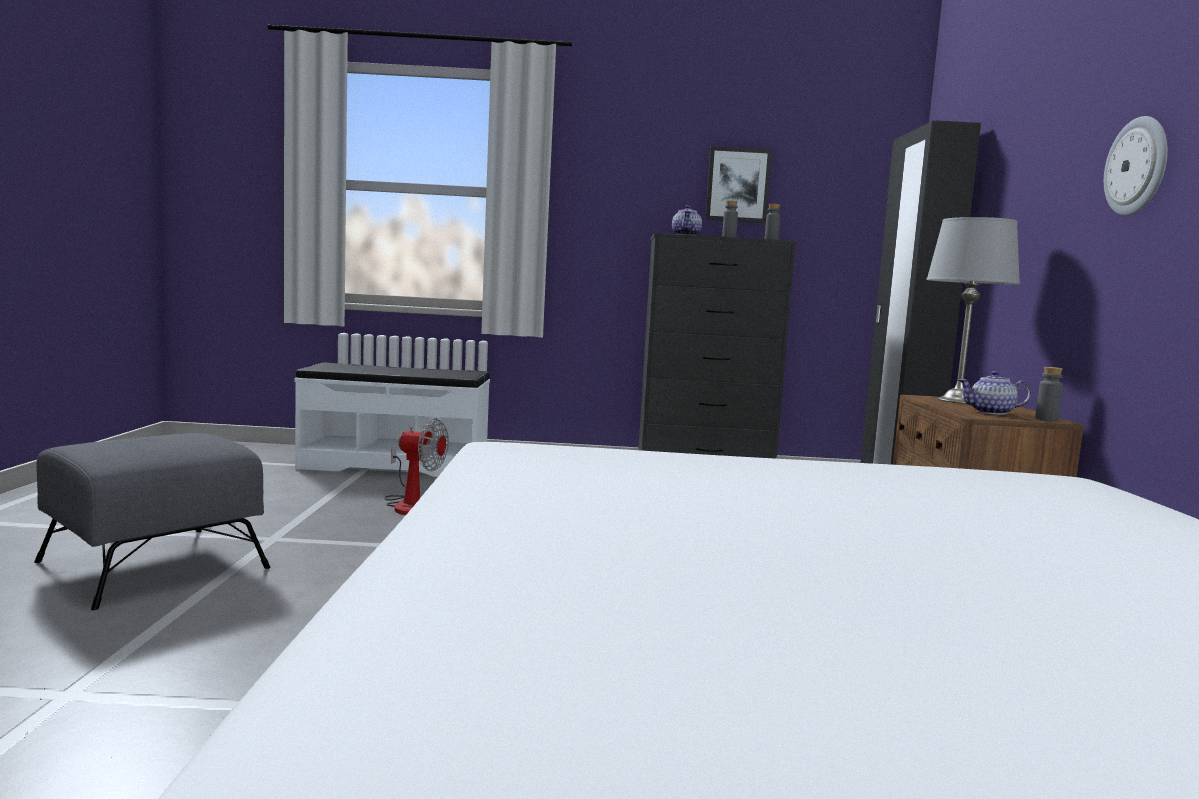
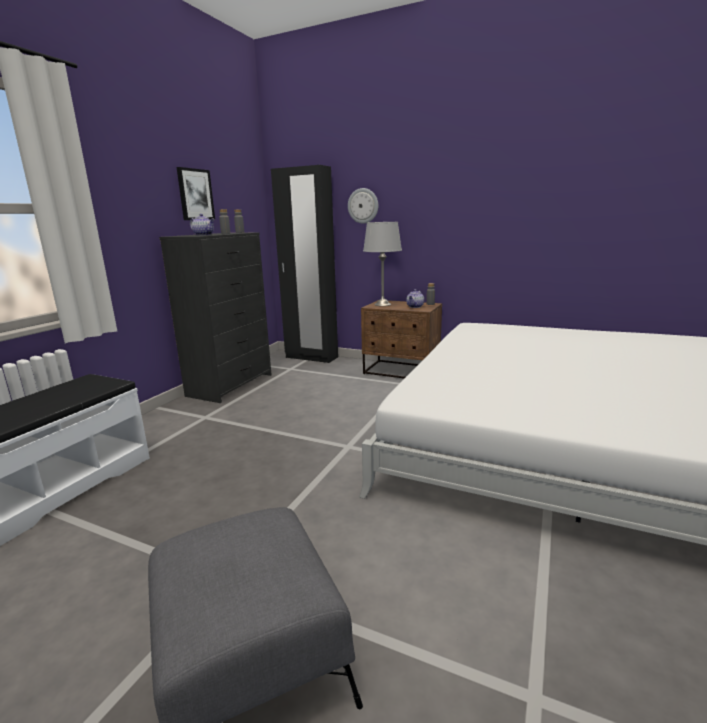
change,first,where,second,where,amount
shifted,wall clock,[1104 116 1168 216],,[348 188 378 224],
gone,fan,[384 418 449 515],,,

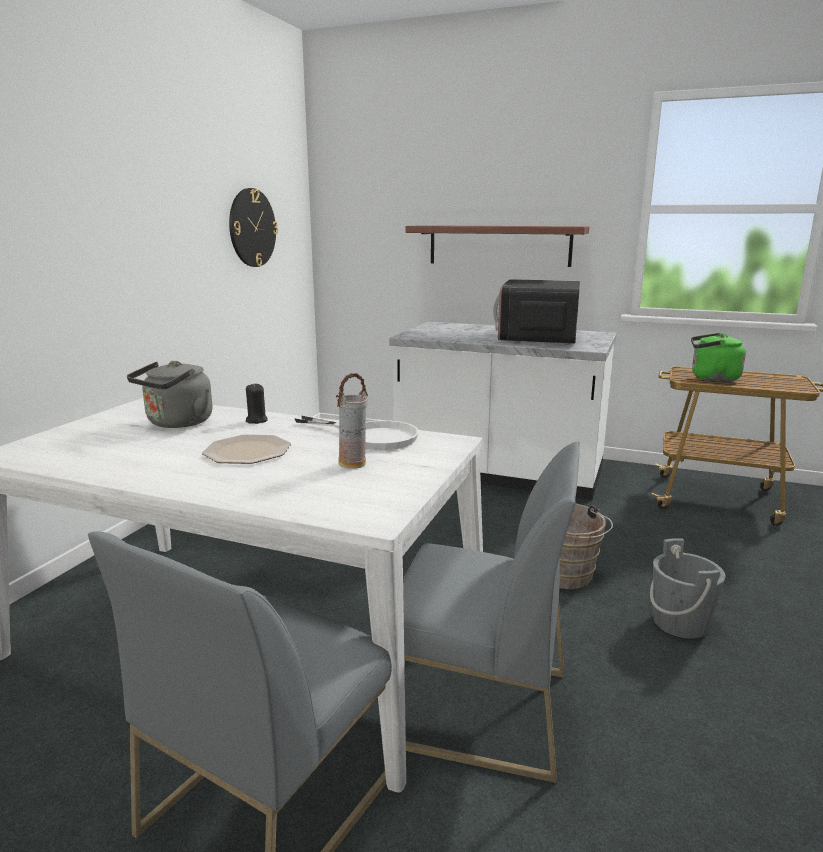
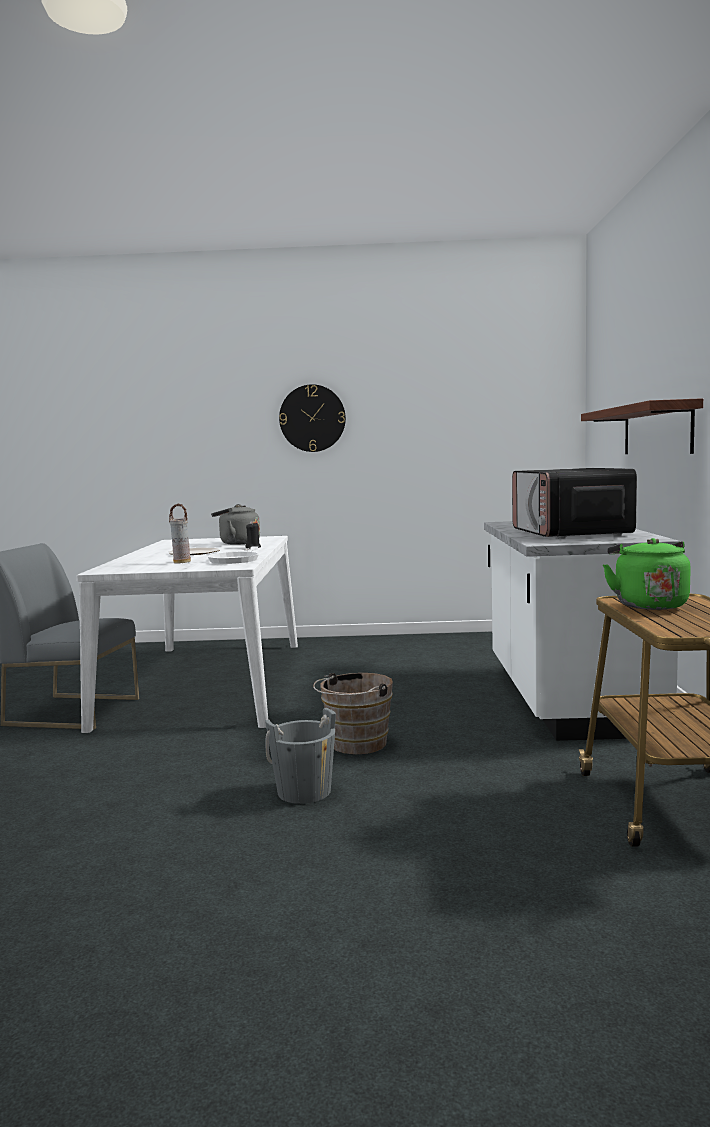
change,first,where,second,where,amount
shifted,wall clock,[229 188 278 267],,[279 384 346 452],
rotated,microwave,[493 279 580 345],,[512 468 637 539],90 degrees counterclockwise
gone,grey chair,[403 442 580 783],,,

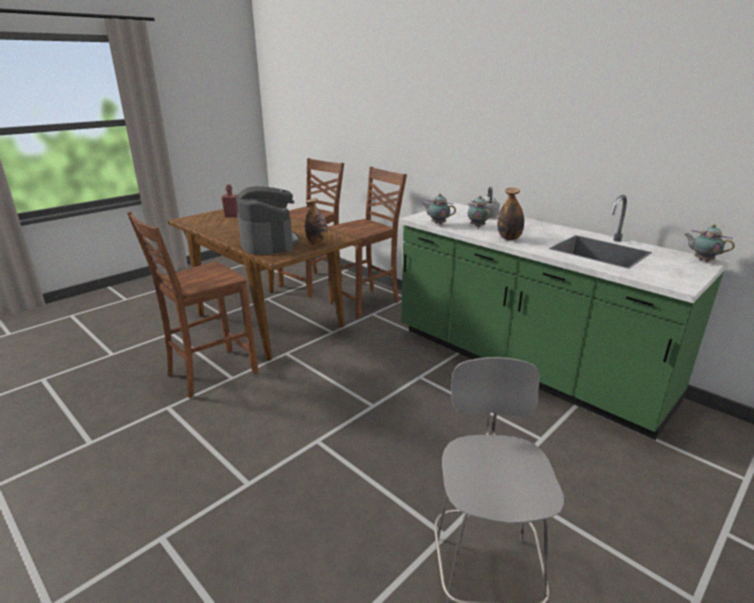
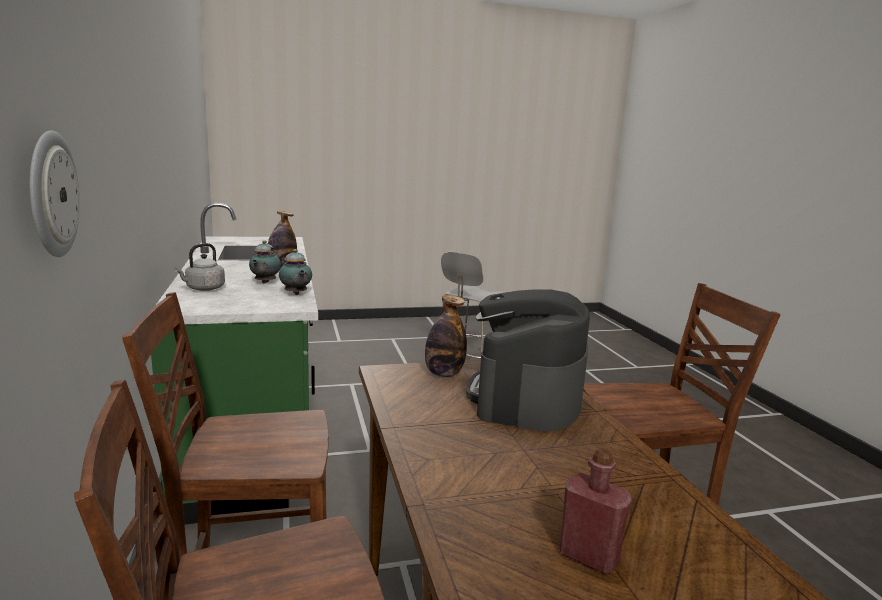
change,first,where,second,where,amount
new,,,wall clock,[30 131 80 257],
gone,teapot,[684 224 735 262],,,

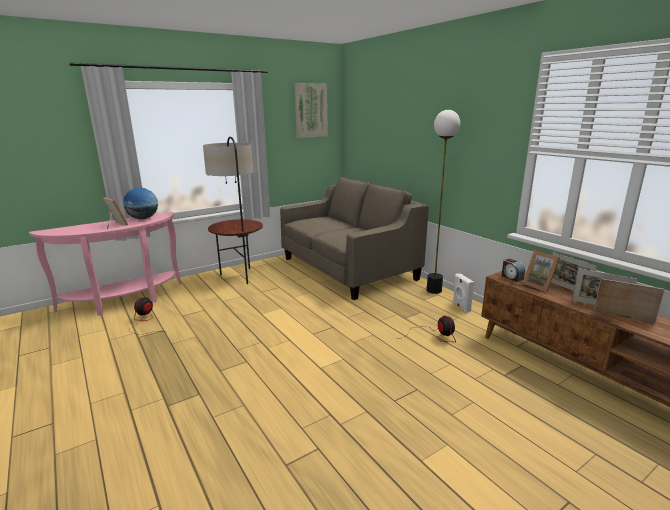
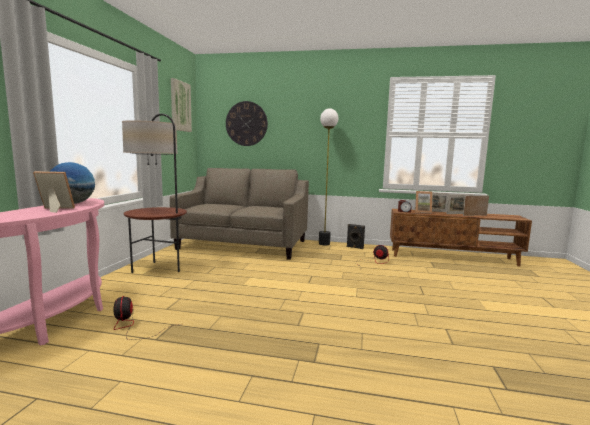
change,first,where,second,where,amount
new,,,wall clock,[226 101 268 146],
repainted,white speaker,[453 273 474 313],black speaker,[347 224 365 249],

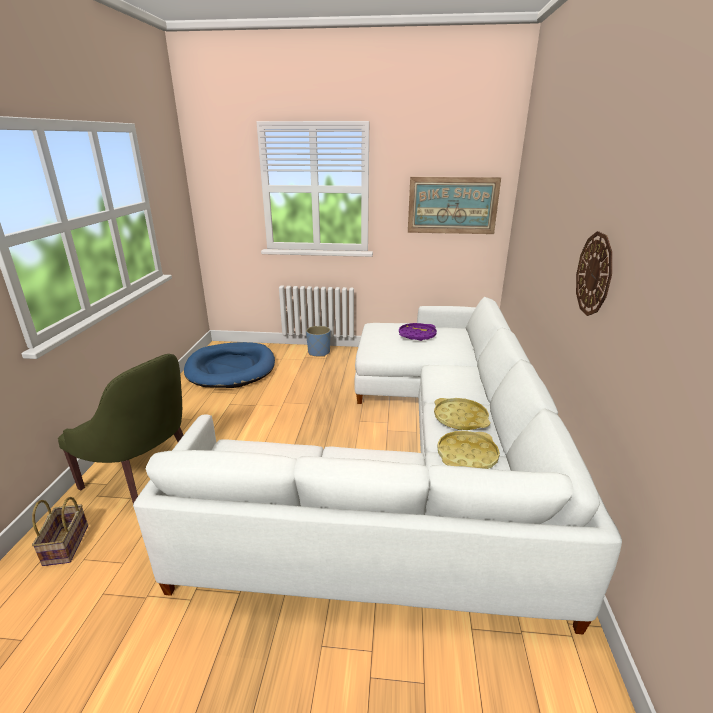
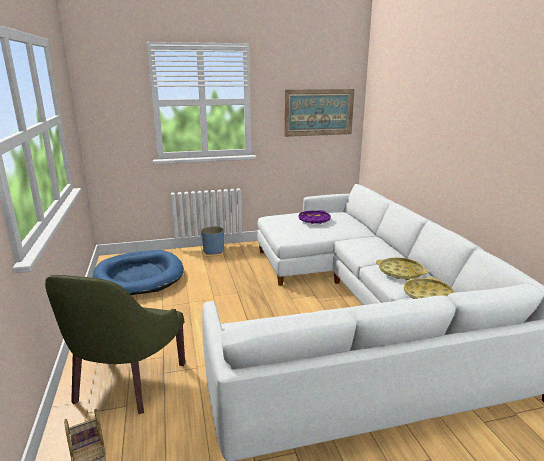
change,first,where,second,where,amount
rotated,green armchair,[58 354 183 504],,[45 275 185 414],90 degrees clockwise
gone,wall clock,[576 231 612 316],,,

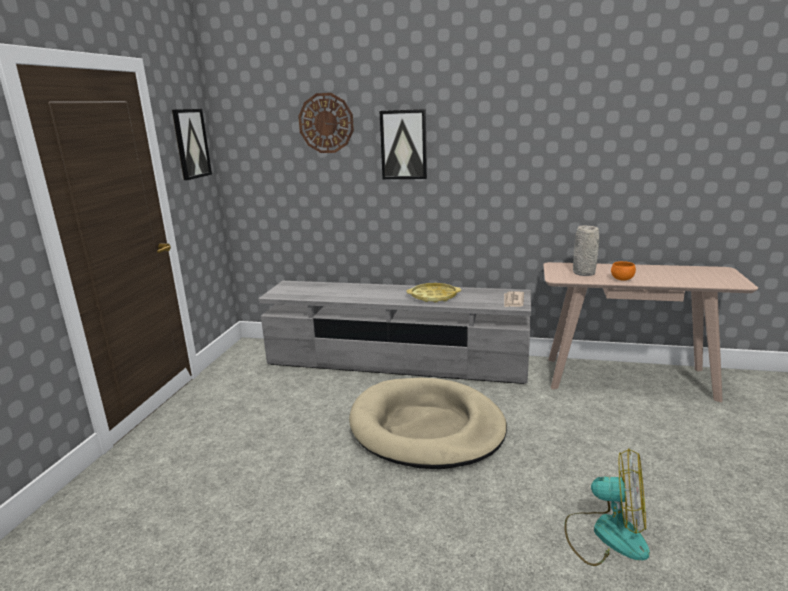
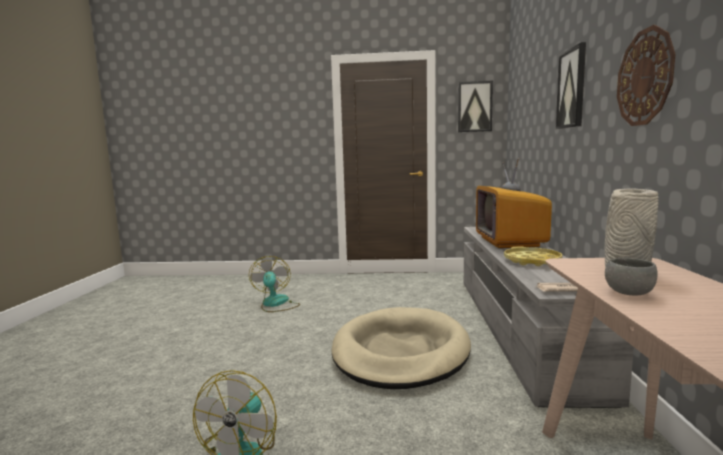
change,first,where,second,where,amount
new,,,fan,[249 256 300 312],
new,,,television,[476 158 552 248],
repainted,orange bowl,[611 261 636 281],grey bowl,[605 258 658 296],
shifted,wall clock,[298 93 354 153],,[617 25 676 126],

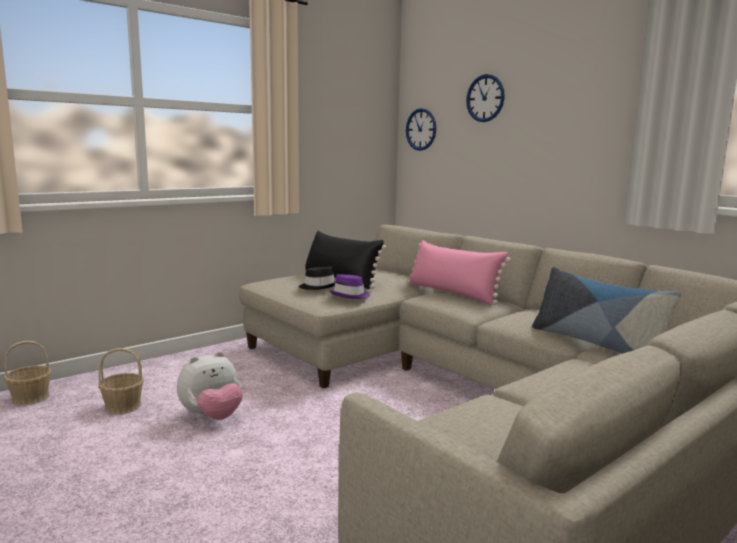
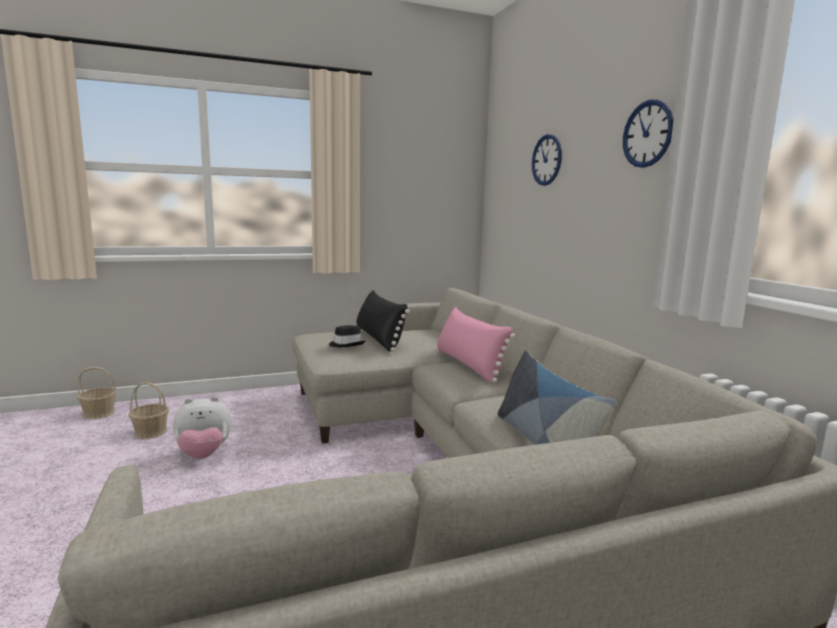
change,first,where,second,where,amount
shifted,wall clock,[406 108 436 151],,[623 100 674 168],
gone,purple hat,[329 274 370 299],,,

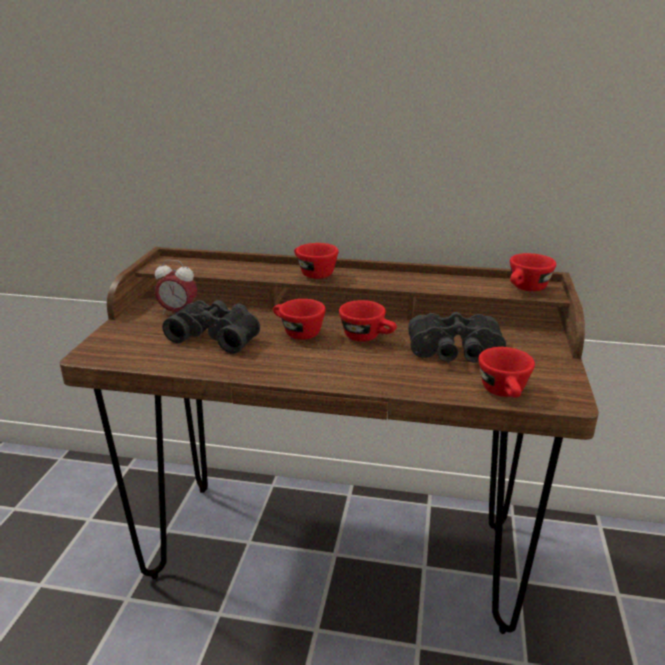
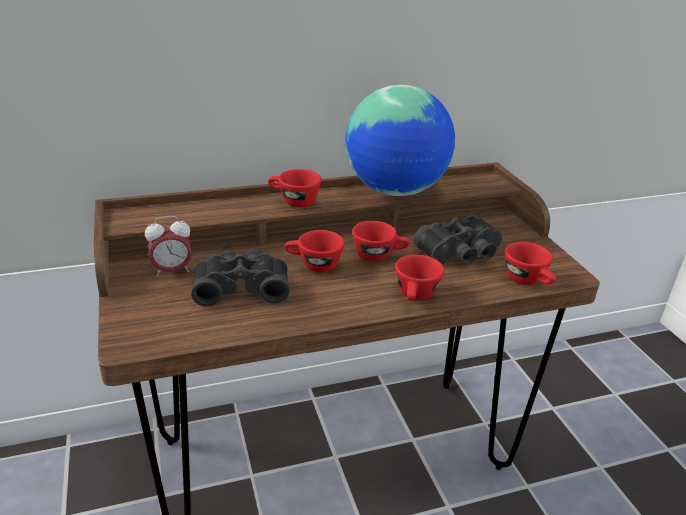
change,first,where,second,where,amount
new,,,globe,[345 85 455 196],
shifted,red cup,[510 253 556 291],,[395 254 444 301],

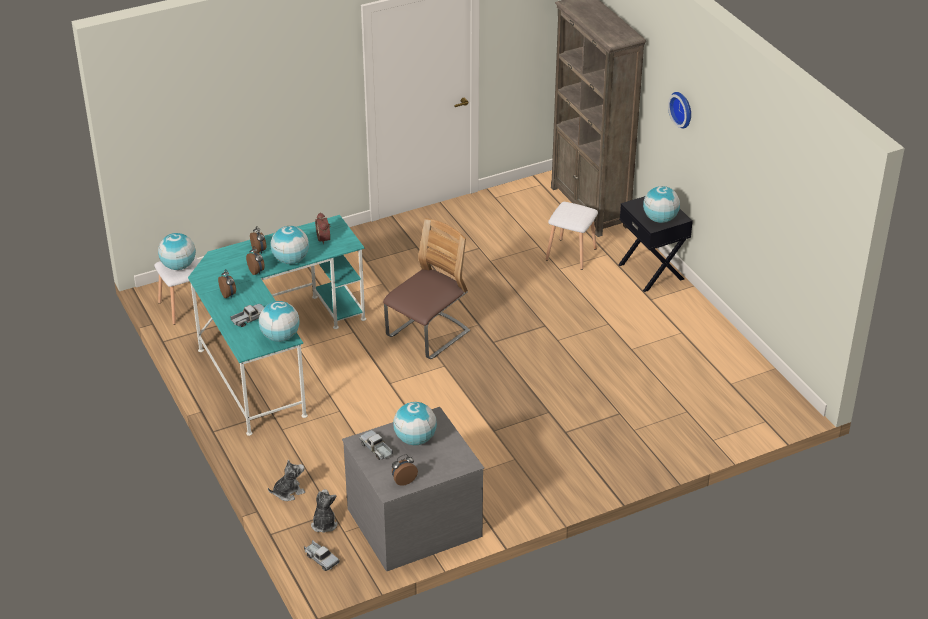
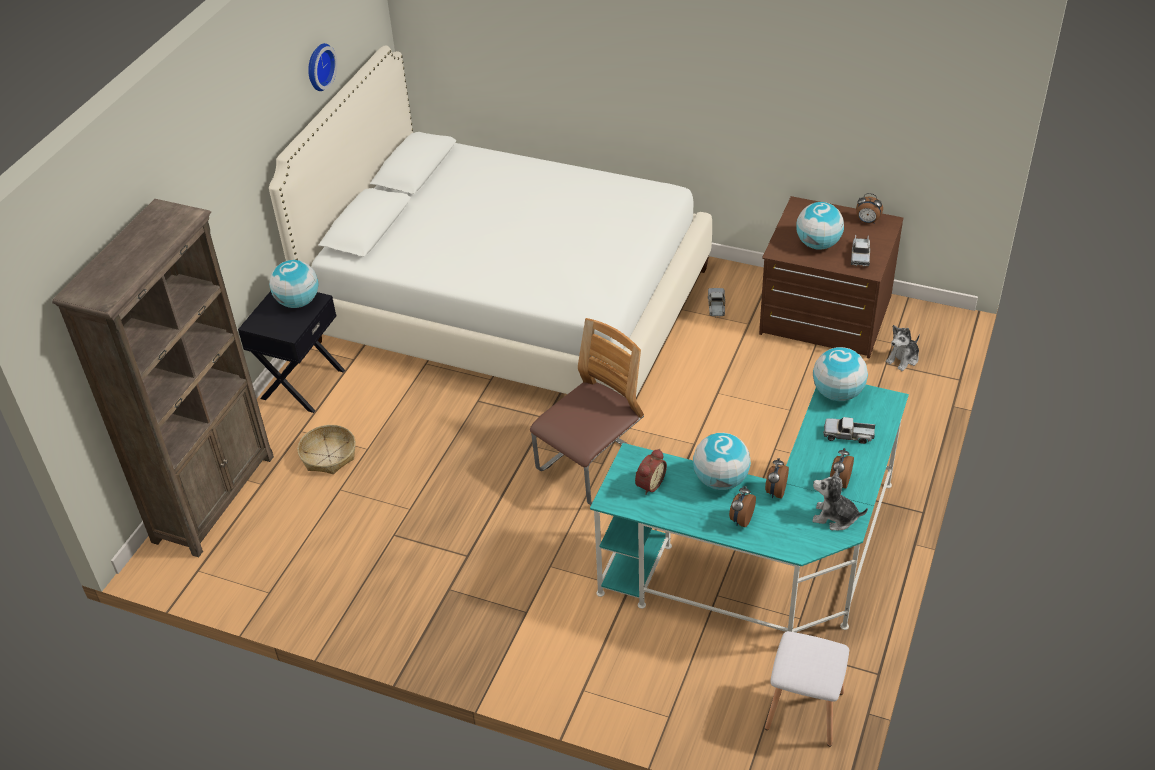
change,first,where,second,where,amount
new,,,white bed,[269 45 712 397],
swapped,white stool,[546 202 598 270],basket,[297 425 356 474],
shifted,wall clock,[668 92 691 129],,[308 43 337 91],
rotated,chair,[383 218 470 359],,[530 318 644 505],135 degrees clockwise
shifted,toy truck,[304 540 340 571],,[708 288 725 318],
repainted,grey dresser,[342 407 484 571],brown dresser,[759 196 904 358],
shifted,plush toy,[268 460 305 501],,[812 469 868 530],
gone,globe,[158 233 196 270],,,

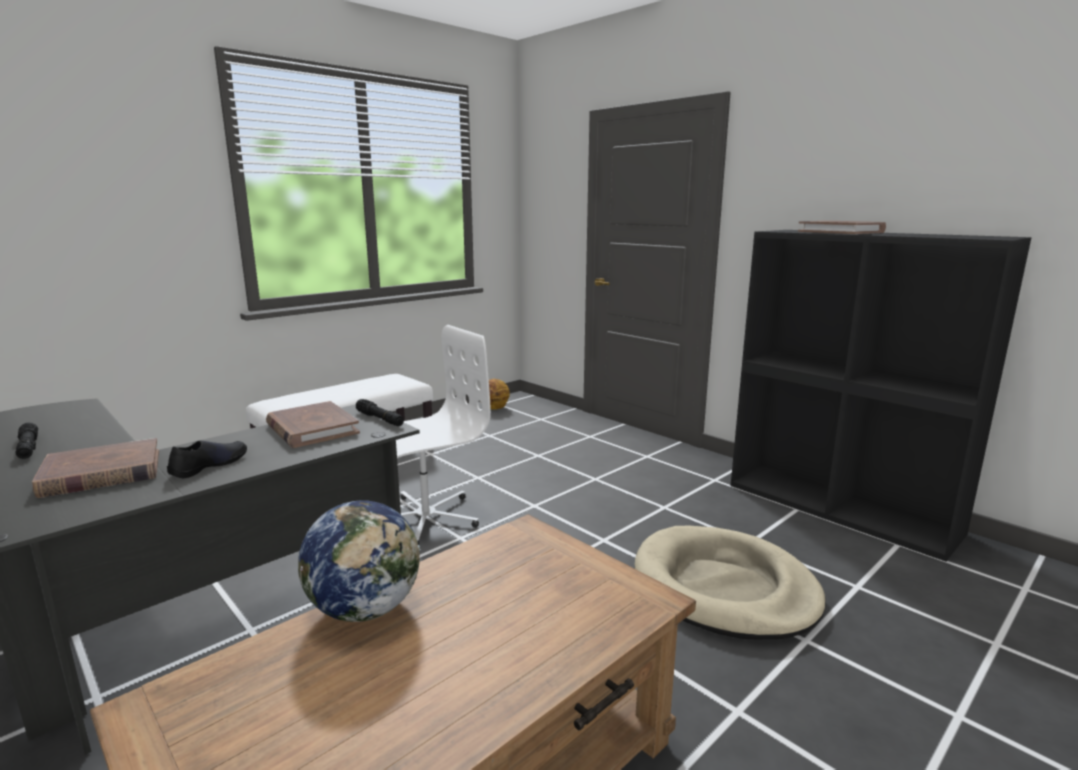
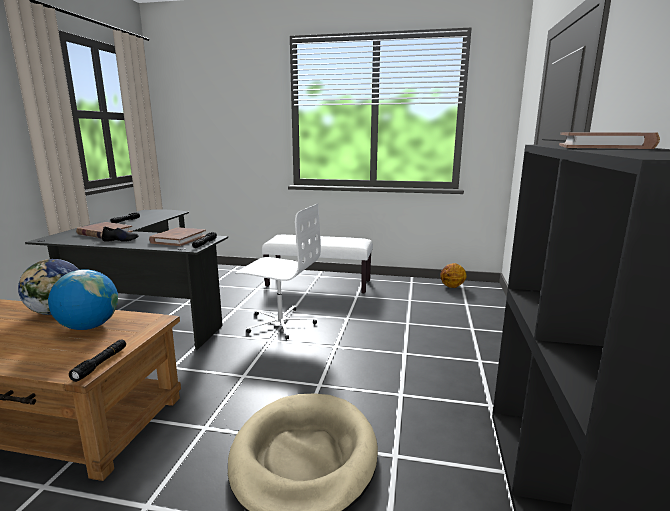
change,first,where,second,where,amount
new,,,globe,[48 269 118 330],
new,,,black flashlight,[69 339 126 382],

